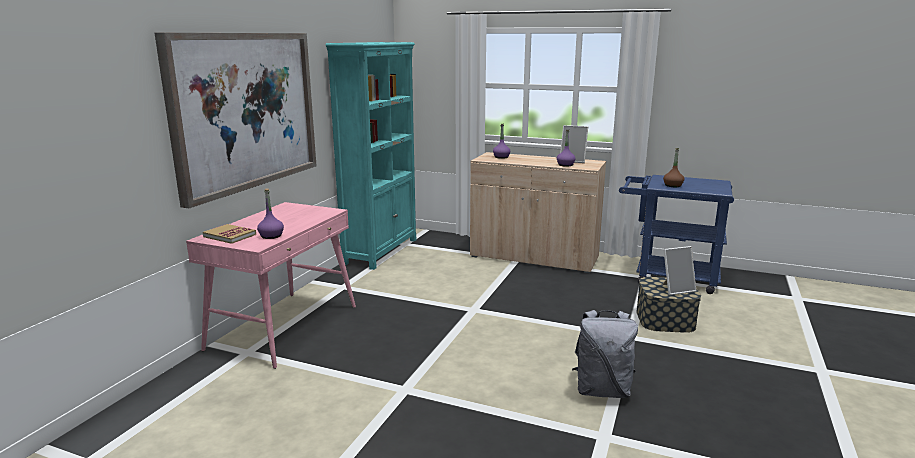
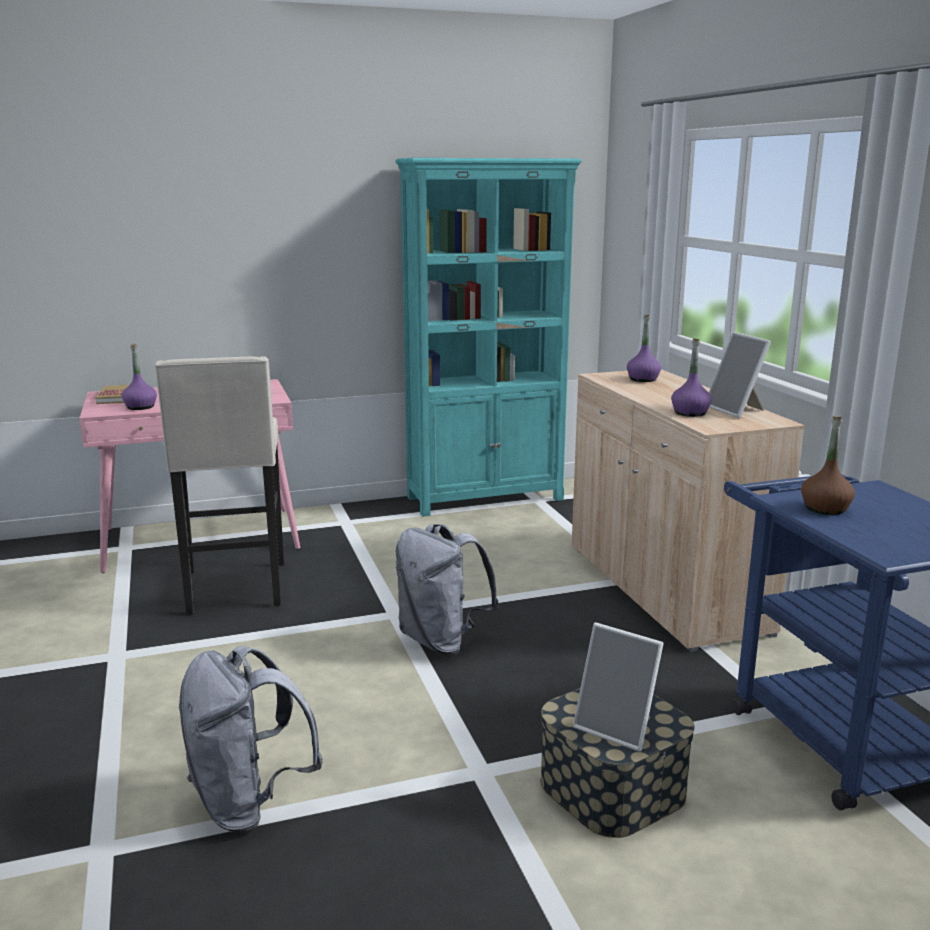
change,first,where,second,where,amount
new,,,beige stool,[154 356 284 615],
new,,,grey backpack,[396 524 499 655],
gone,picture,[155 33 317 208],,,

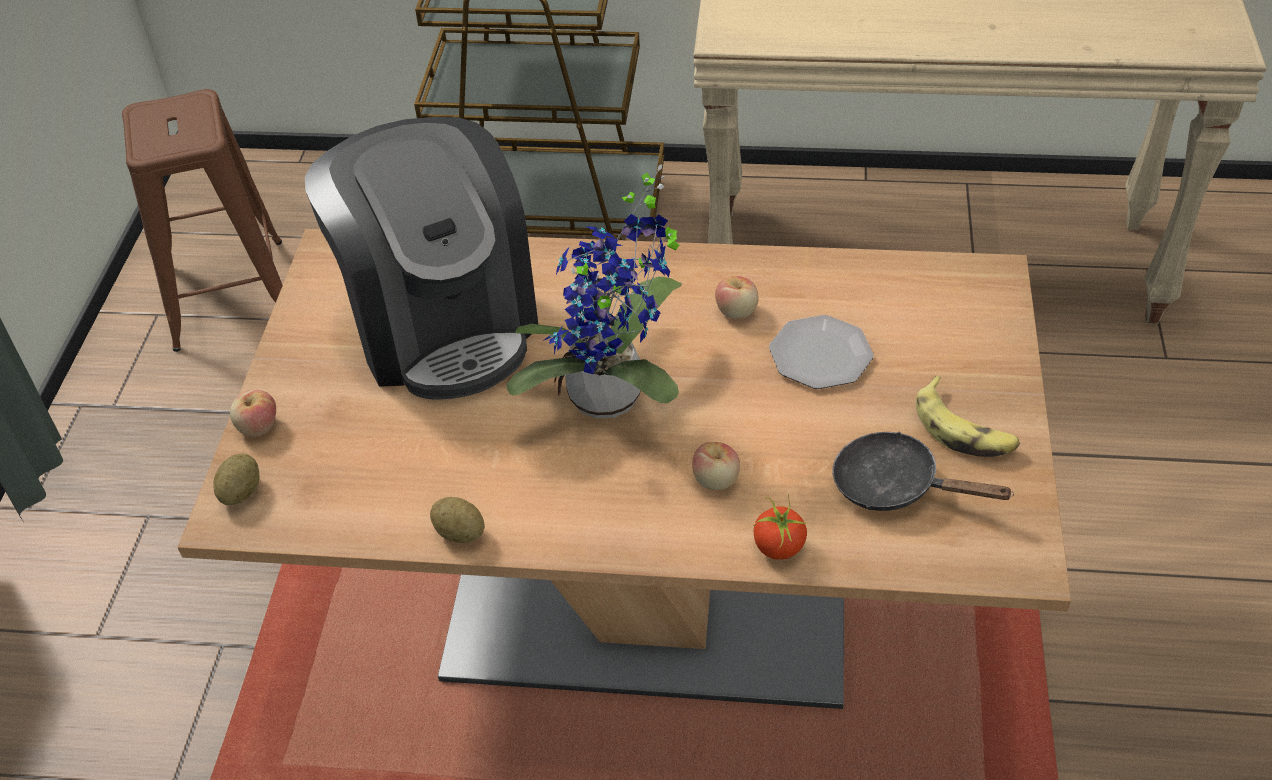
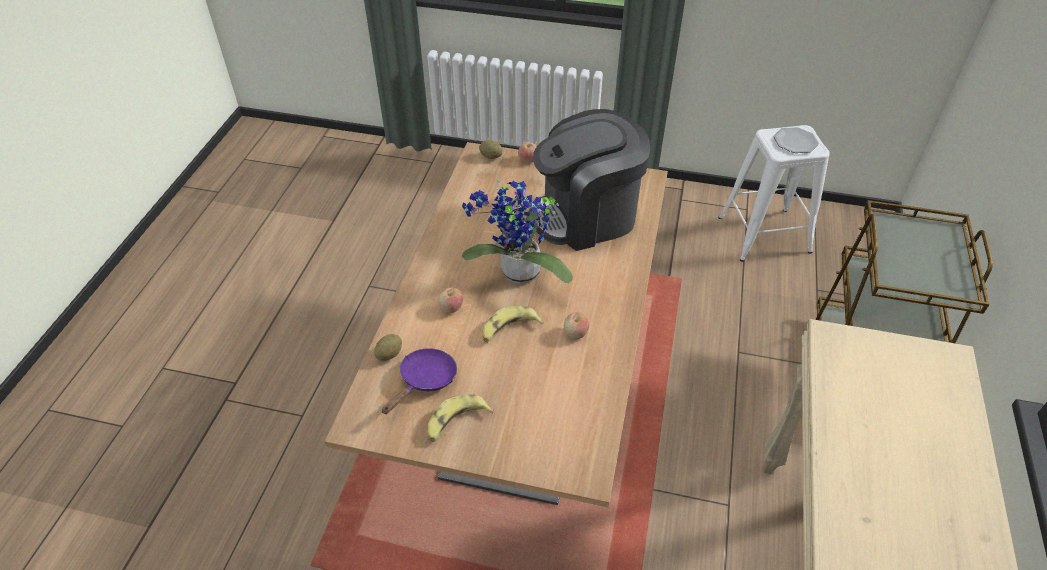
change,first,where,second,where,amount
shifted,potato,[430 497 485 543],,[374 334 402 361],
repainted,black frying pan,[832 431 1014 511],purple frying pan,[382 348 457 414],
new,,,banana,[482 306 544 343],
repainted,brown stool,[122 89 283 352],white stool,[718 125 830 262],
shifted,plate,[769 315 874 389],,[774 127 819 153],
gone,tomato,[754 494 808 559],,,

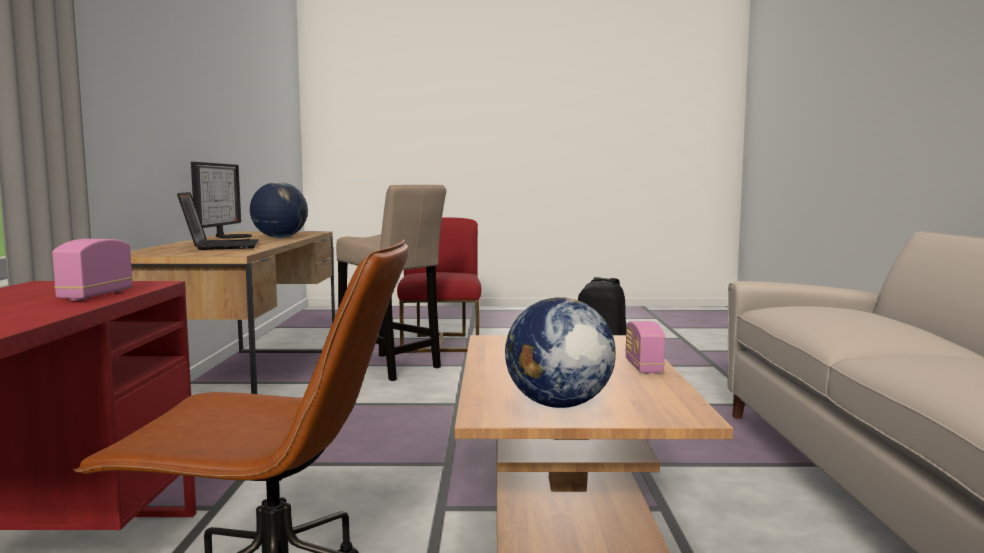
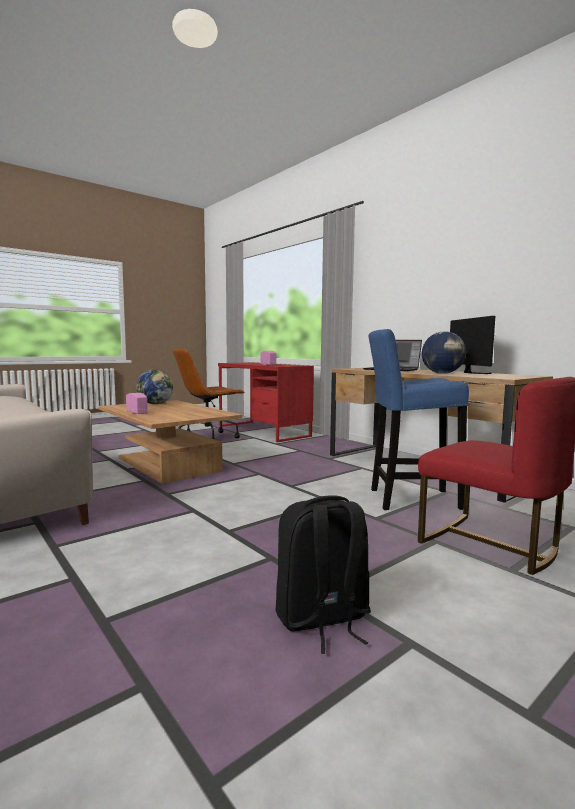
change,first,where,second,where,amount
repainted,beige stool,[336 185 446 381],blue stool,[369 329 469 510],
rotated,monitor,[191 162 252 238],,[450 316 495 374],150 degrees counterclockwise

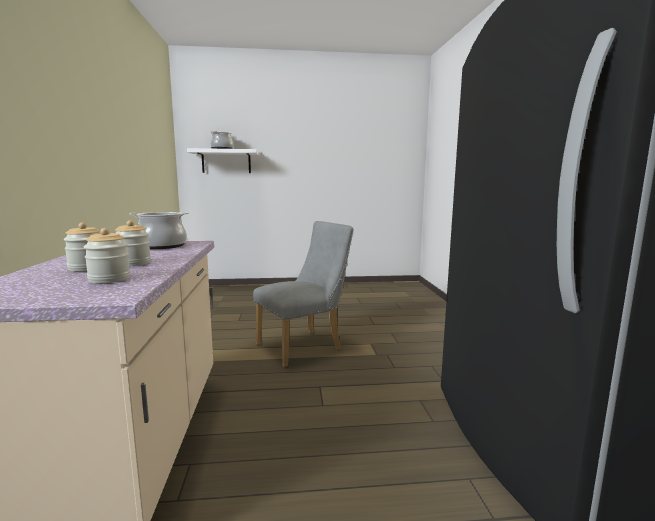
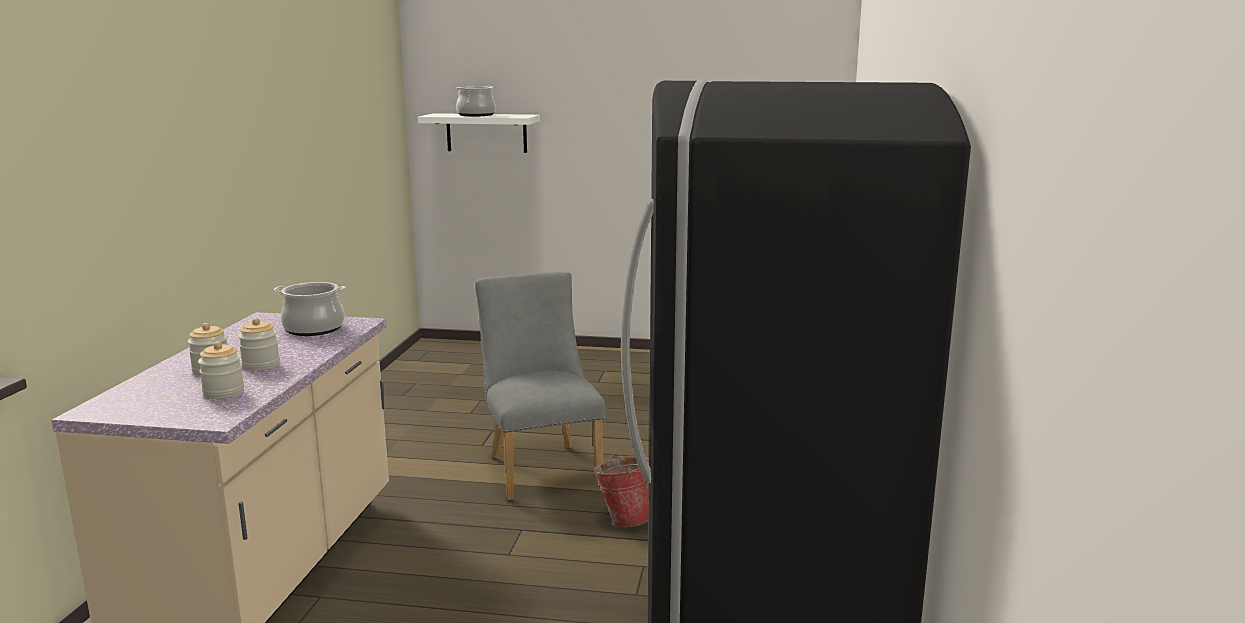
change,first,where,second,where,amount
rotated,grey chair,[253 221 354 367],,[475 272 606 501],90 degrees counterclockwise
new,,,bucket,[594 454 649 528],

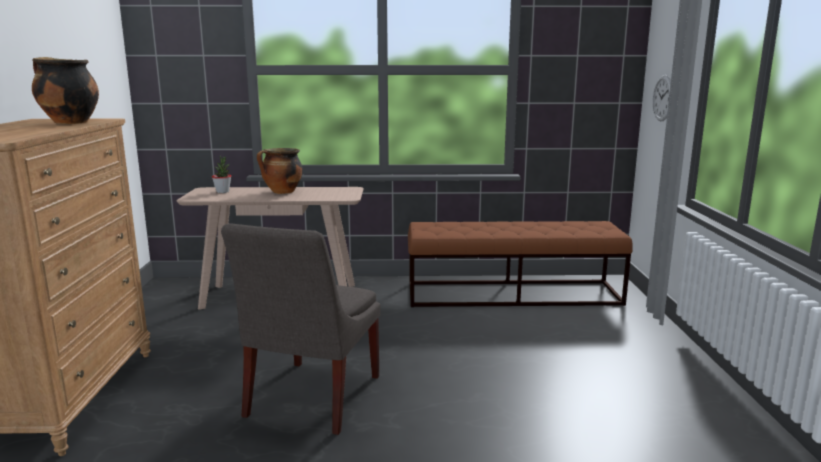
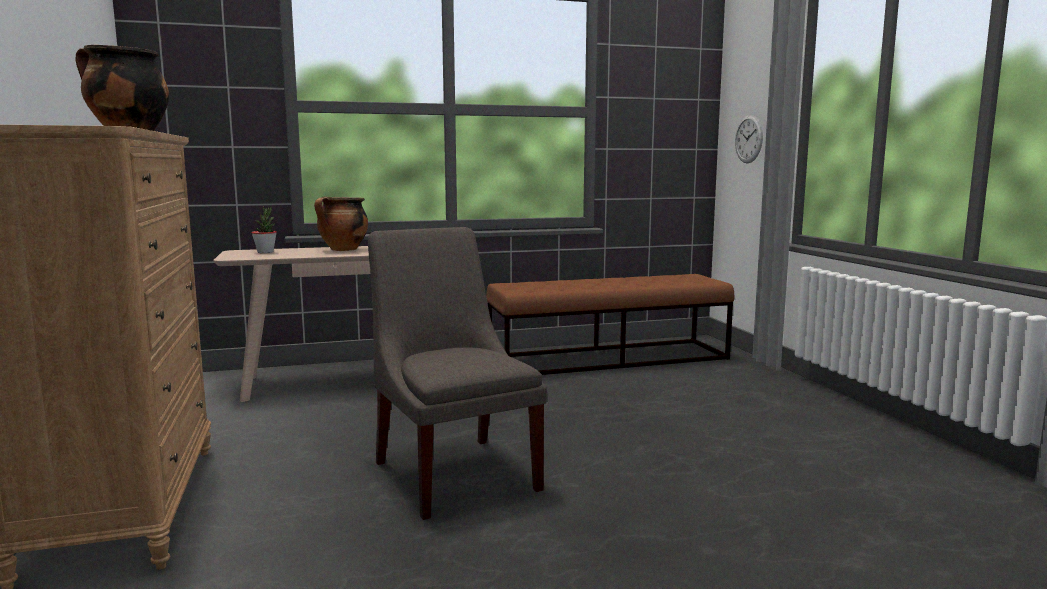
change,first,where,second,where,amount
rotated,grey chair,[221 223 381 435],,[368 227 547 520],150 degrees clockwise

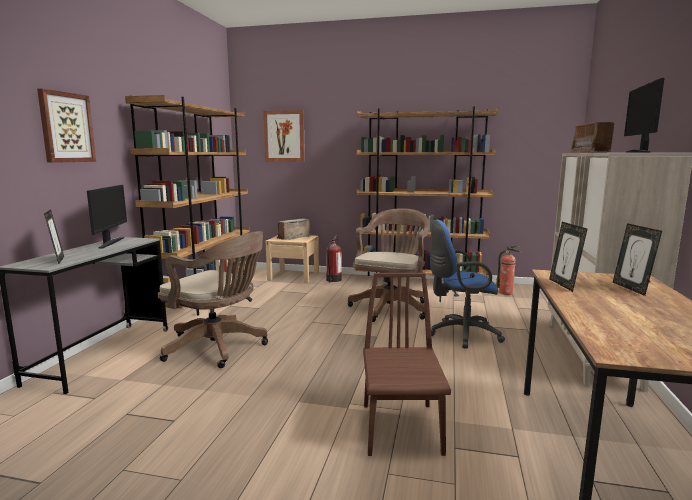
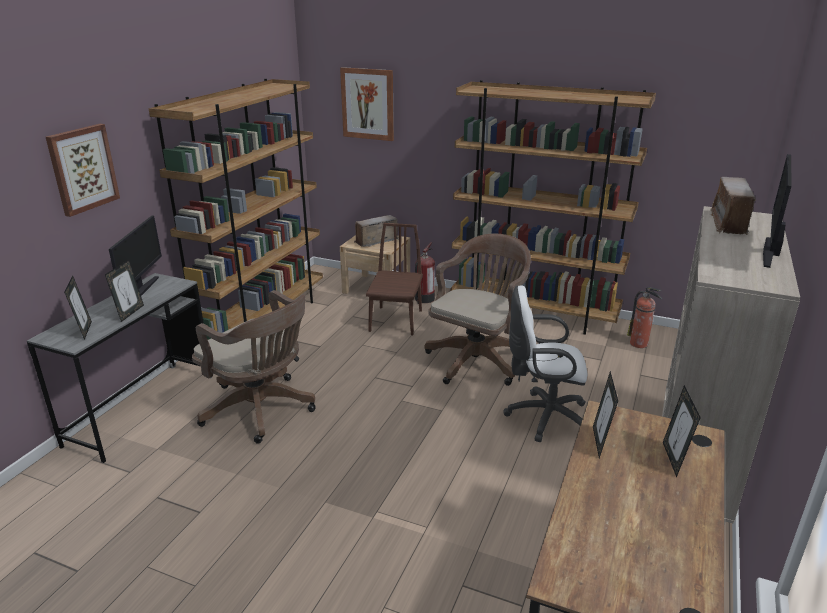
change,first,where,second,where,amount
new,,,picture frame,[105 260 144 322],
shifted,brown chair,[363 273 451 456],,[366 223 423 335],
repainted,blue office chair,[430 219 505 349],white office chair,[503 285 587 442],

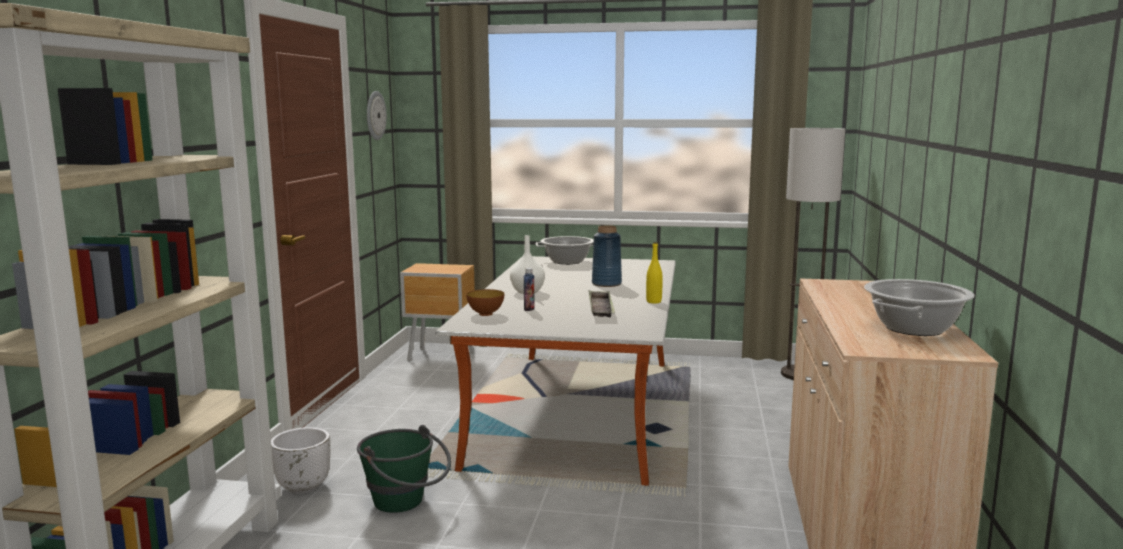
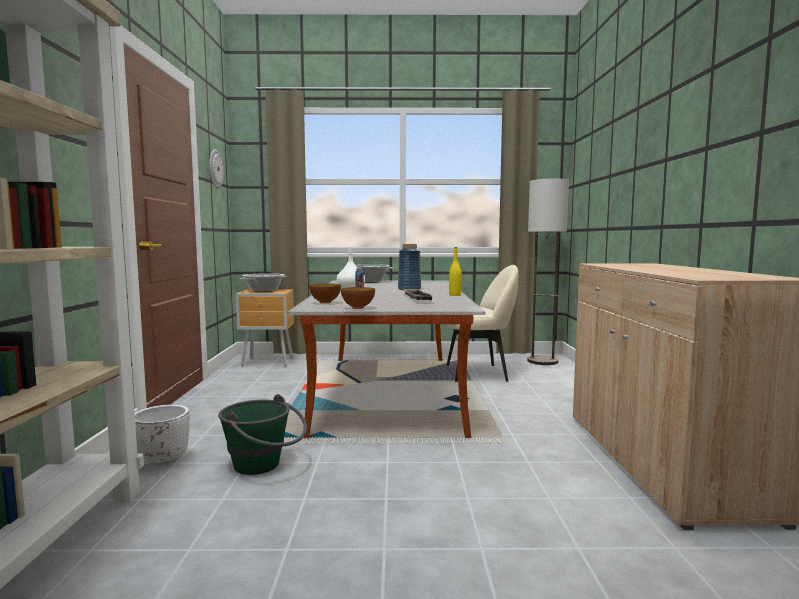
change,first,where,second,where,amount
shifted,cooking pot,[864 279 974 336],,[240 273 287 292],
new,,,bowl,[341 287 375 309],
new,,,beige chair,[446 265 518 382],

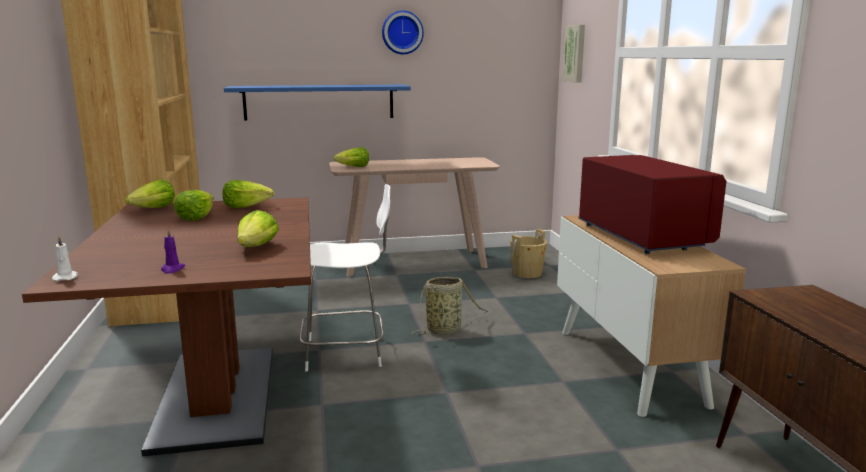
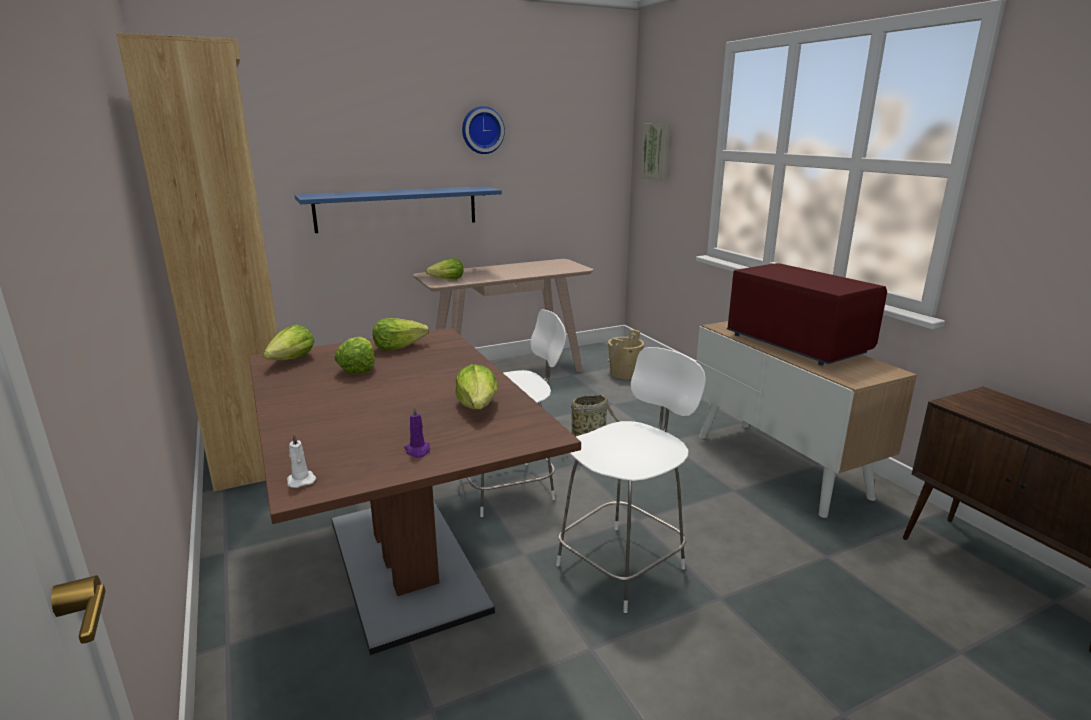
change,first,where,second,where,amount
new,,,white chair,[556 347 706 613],

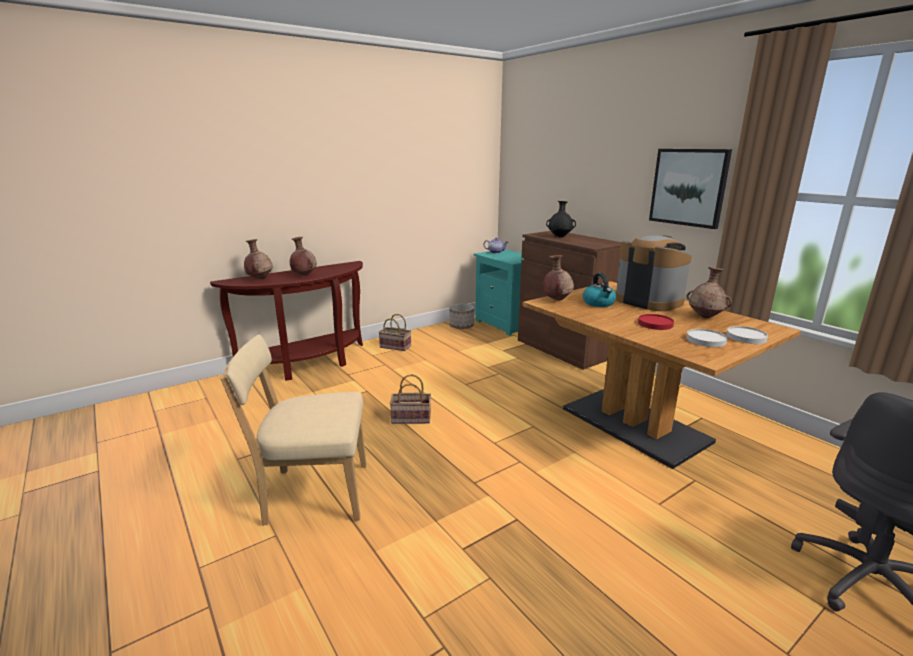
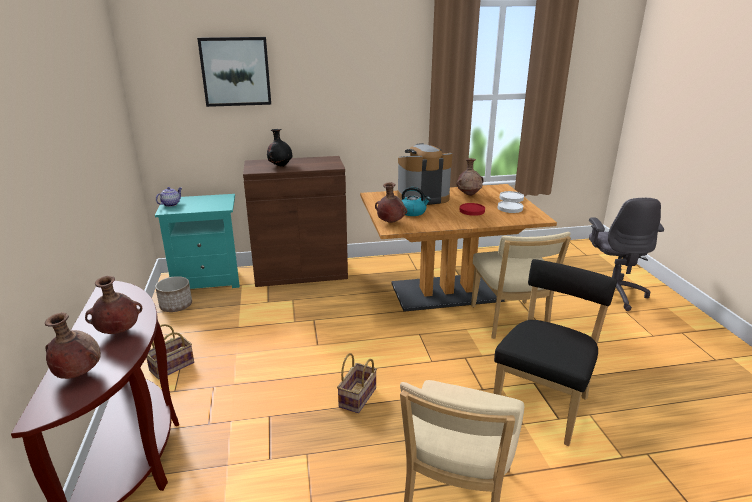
change,first,where,second,where,amount
shifted,picture,[649 149 732 229],,[197 37 271 107],
new,,,beige chair,[471 232 571 339],
new,,,black chair,[493 259 617 446],

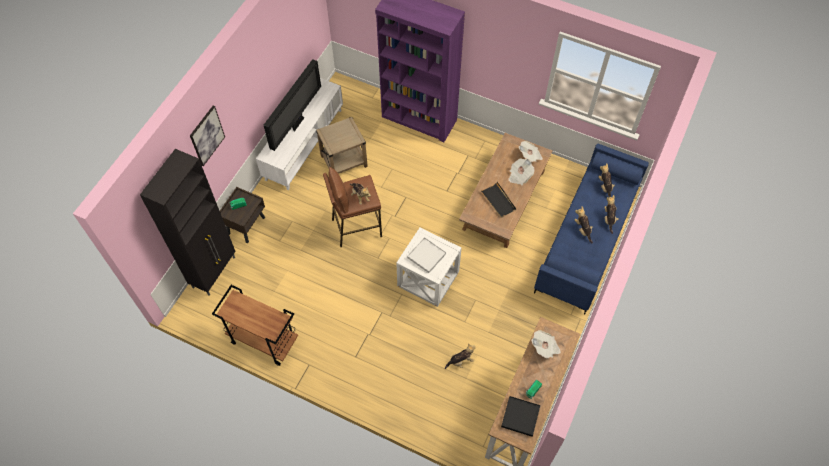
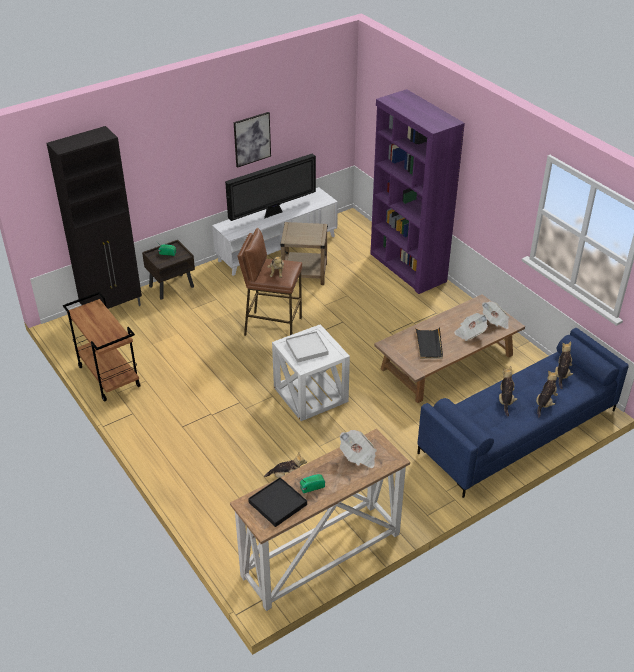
change,first,where,second,where,amount
shifted,picture,[190 105 225 166],,[234 112 271 168],

